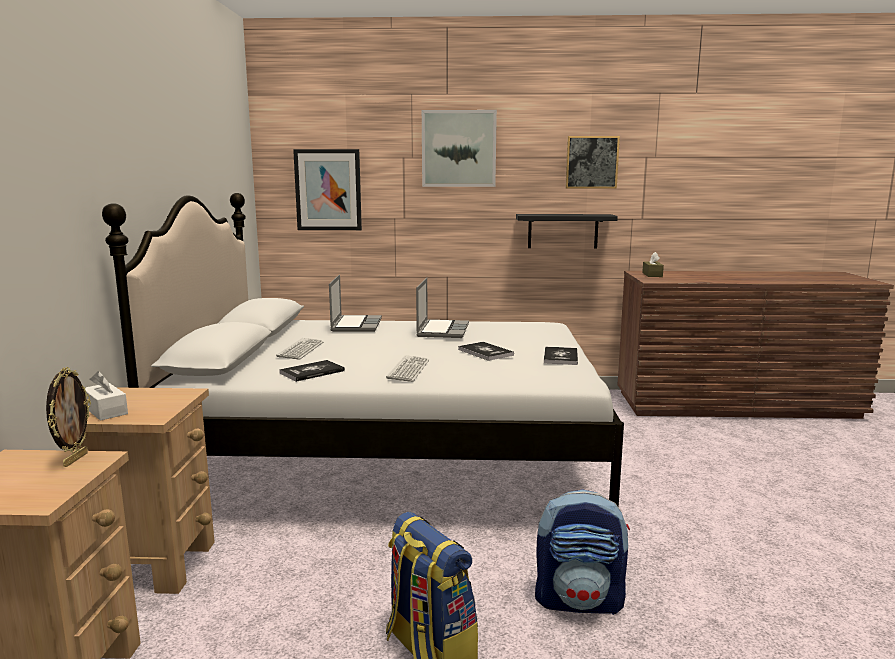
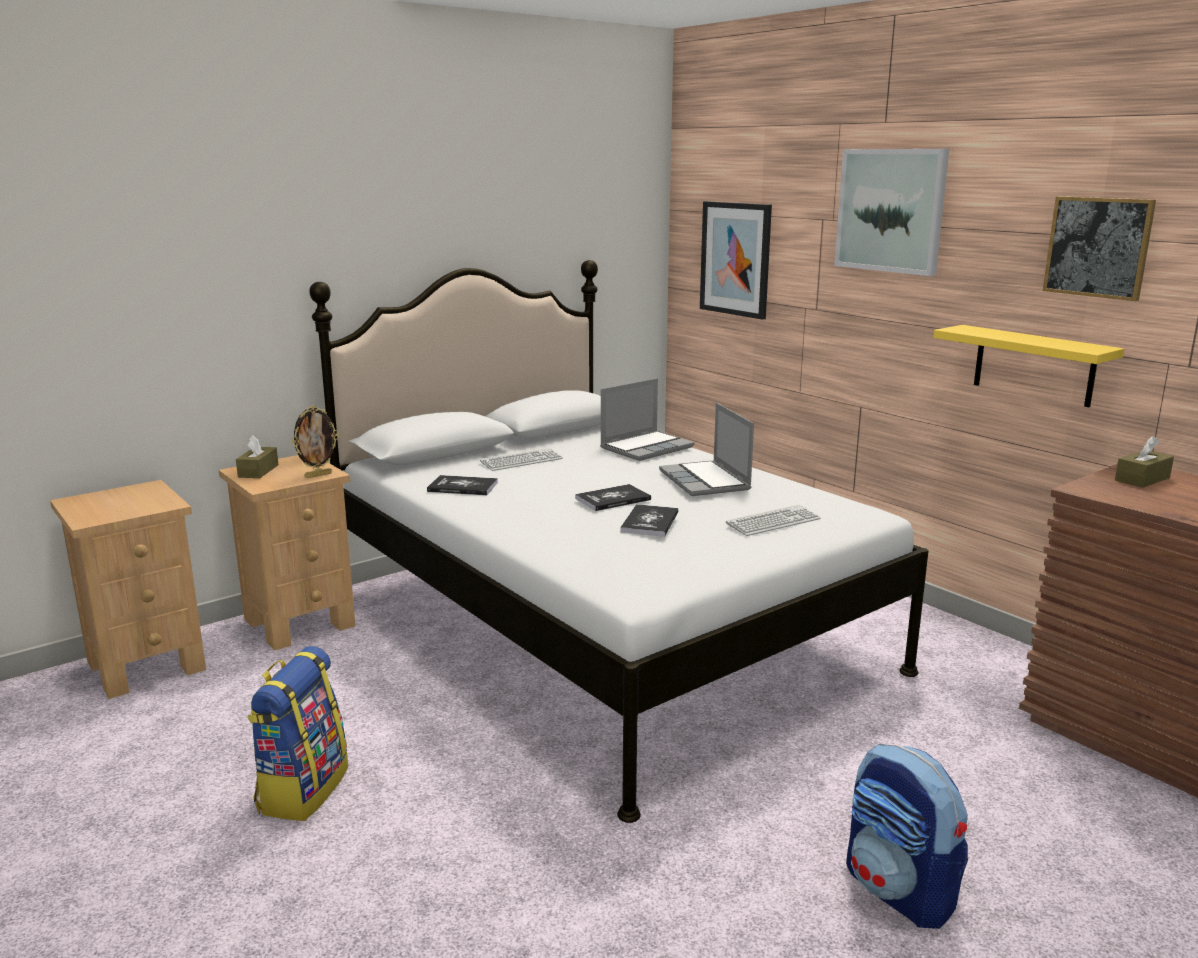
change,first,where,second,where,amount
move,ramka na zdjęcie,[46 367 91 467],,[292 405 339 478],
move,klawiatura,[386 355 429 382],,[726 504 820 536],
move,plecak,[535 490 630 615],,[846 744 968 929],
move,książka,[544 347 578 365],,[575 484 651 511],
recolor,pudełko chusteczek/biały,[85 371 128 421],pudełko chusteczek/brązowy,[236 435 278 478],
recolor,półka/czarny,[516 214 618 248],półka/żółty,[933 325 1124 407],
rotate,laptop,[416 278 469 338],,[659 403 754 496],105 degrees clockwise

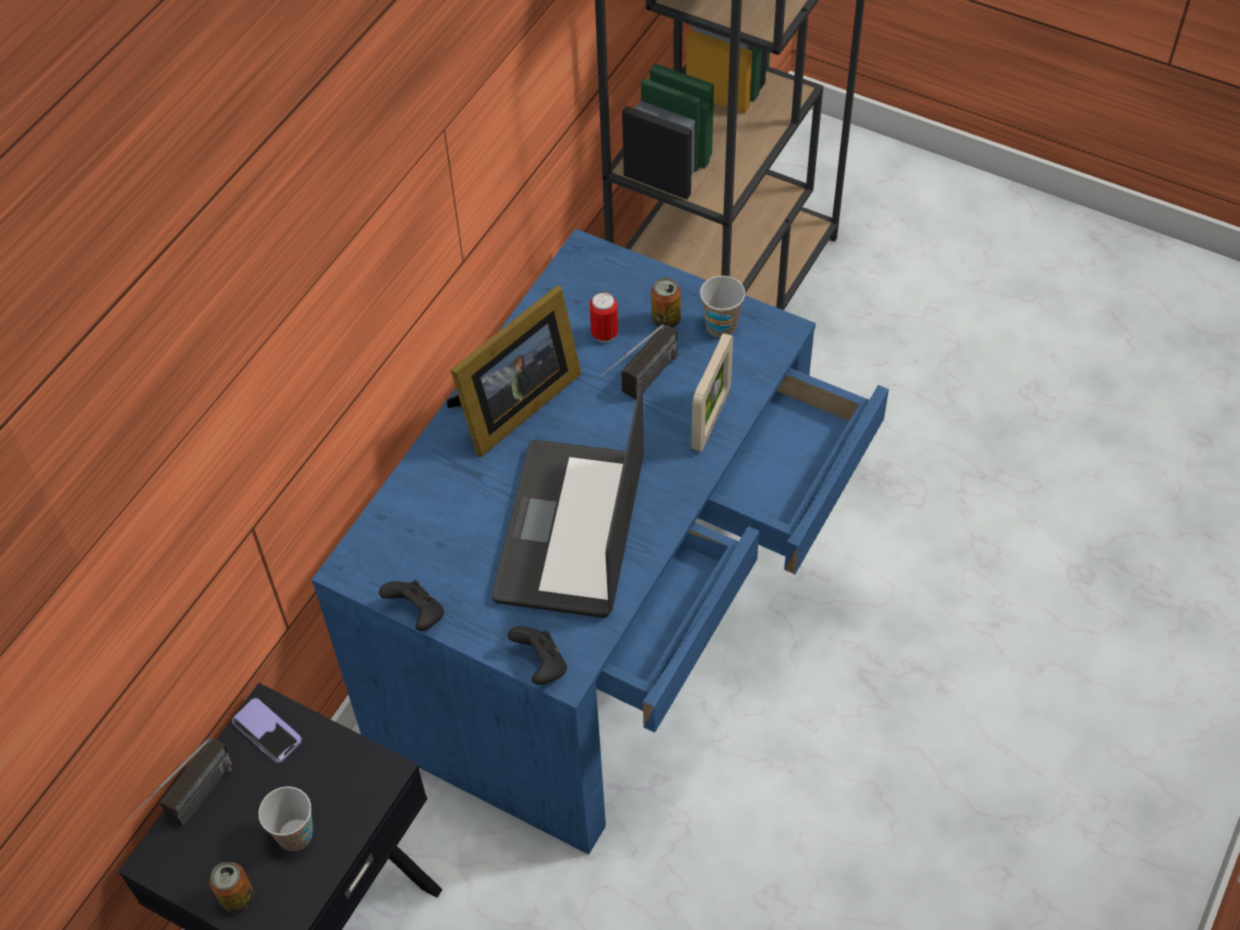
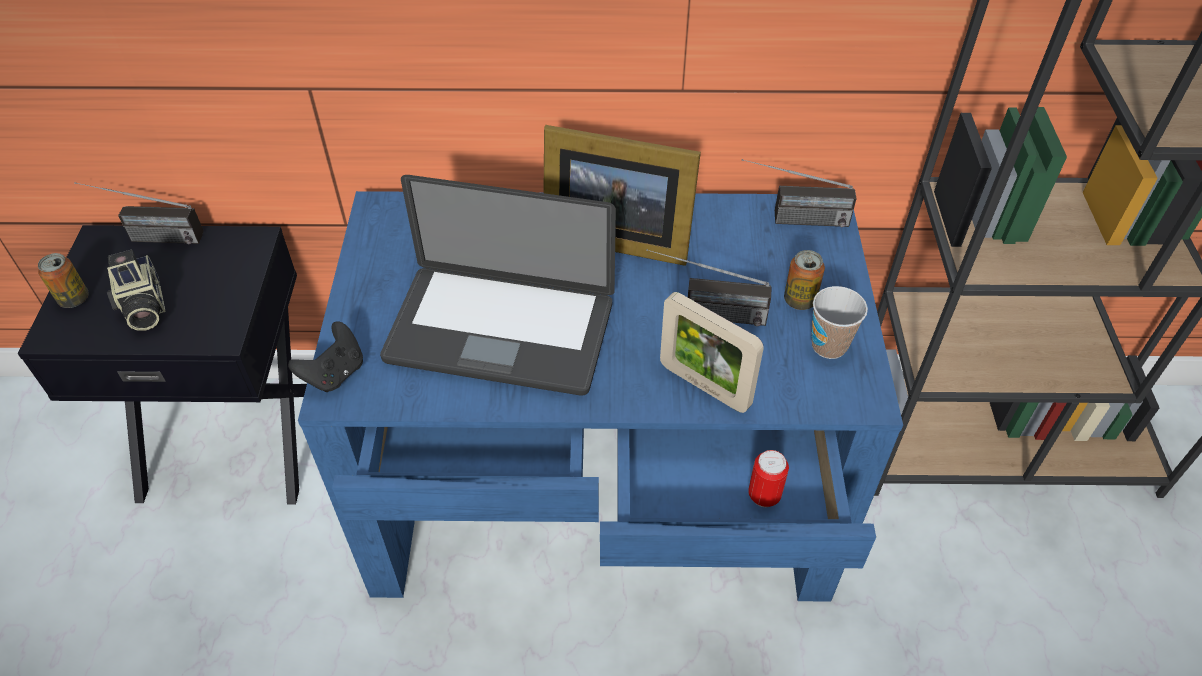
change,first,where,second,where,amount
delete,telefon,[232 698 302 763],,,
delete,pad do gier/czarny,[379 580 444 631],,,
insert,,,radio,[742 159 856 227],
move,puszka,[590 292 618 342],,[748 450 789 507],
replace,filiżanka,[258 786 313 851],aparat fotograficzny,[107 250 165 331],
rotate,laptop,[492 385 644 618],,[380 175 616 396],150 degrees counterclockwise
rotate,ramka na zdjęcie,[691 333 733 452],,[660 292 764 413],45 degrees clockwise

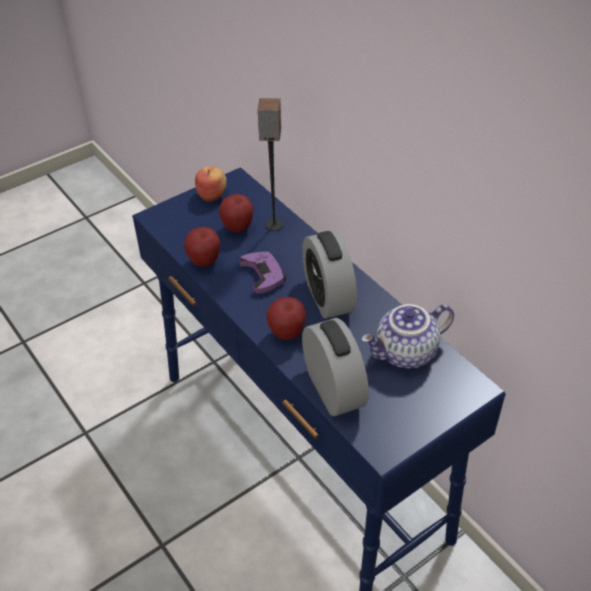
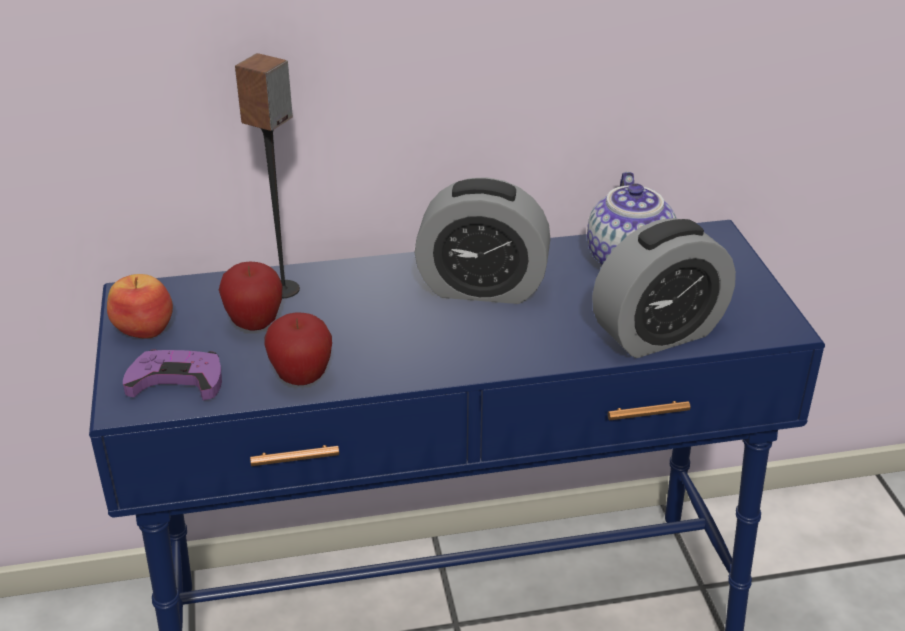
change,first,where,second,where,amount
delete,jabłko,[266 297 306 340],,,
move,pad do gier/fioletowy,[239 252 286 294],,[123 350 222 400],
rotate,budzik,[302 318 369 416],,[592 218 736 358],150 degrees clockwise

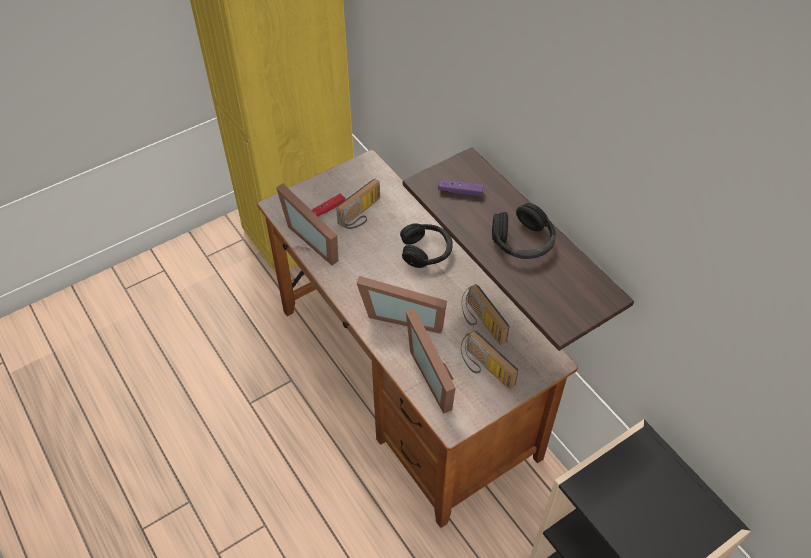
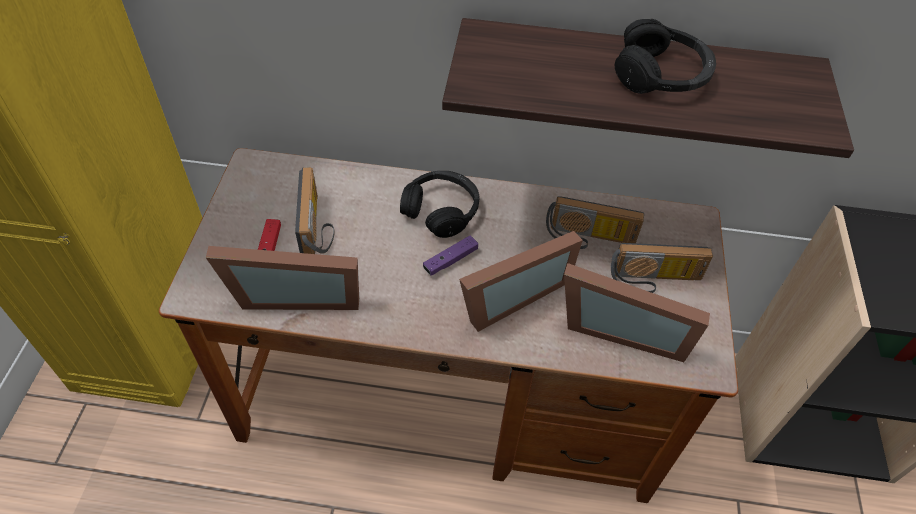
change,first,where,second,where,amount
move,pad do gier/fioletowy,[438 179 484 197],,[423 236 478 276],

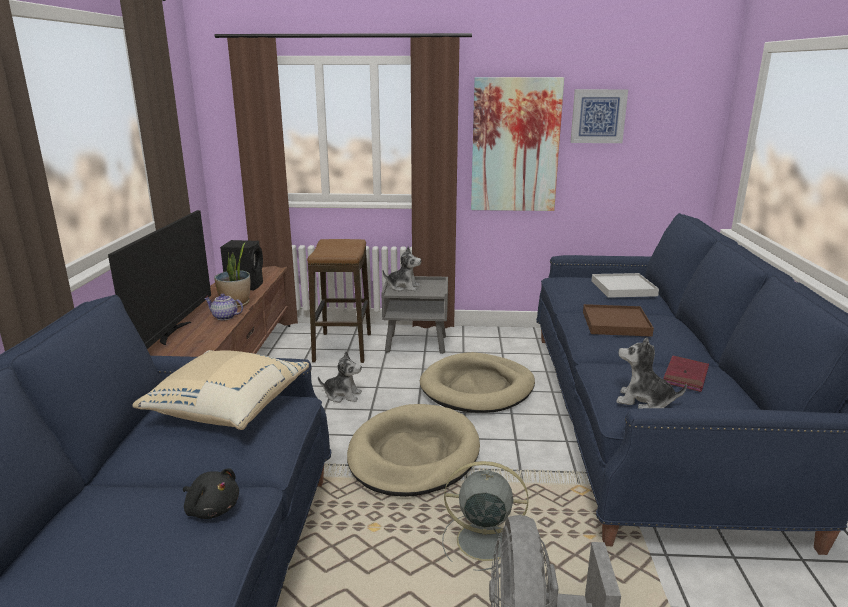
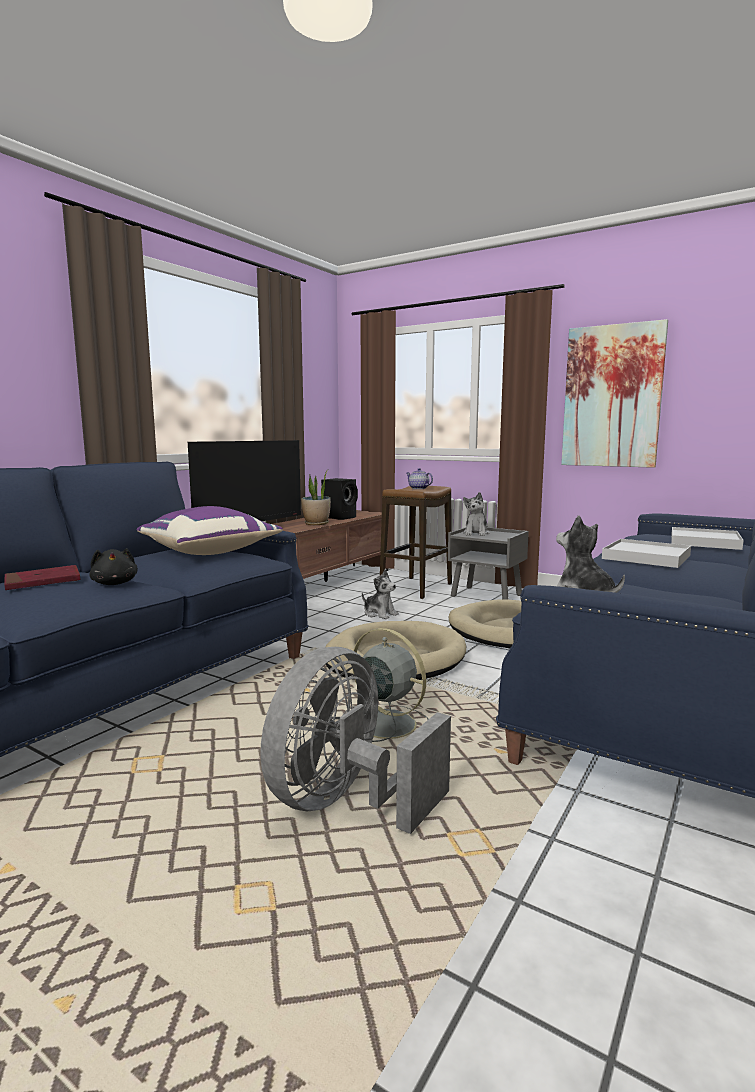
change,first,where,second,where,amount
delete,obraz,[570 89 628 143],,,
move,imbryk,[204 294 243 320],,[406 468 433 489],
move,książka/czerwony,[664 355 709 392],,[4 565 81 590],
recolor,poduszka/beżowy,[132 350 309 430],poduszka/fioletowy,[137 506 283 555],
recolor,taca/brązowy,[583 304 654 337],taca/biały,[602 539 691 568],
rotate,pluszak,[383 247 421 292],,[463 492 490 536],60 degrees clockwise

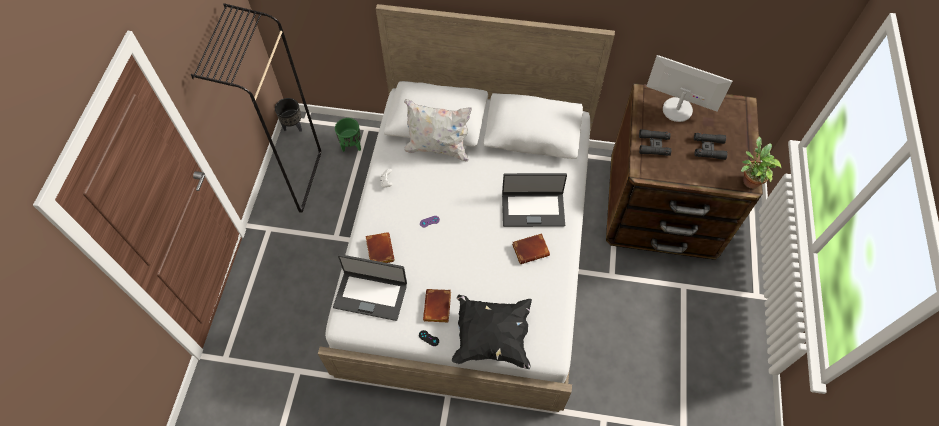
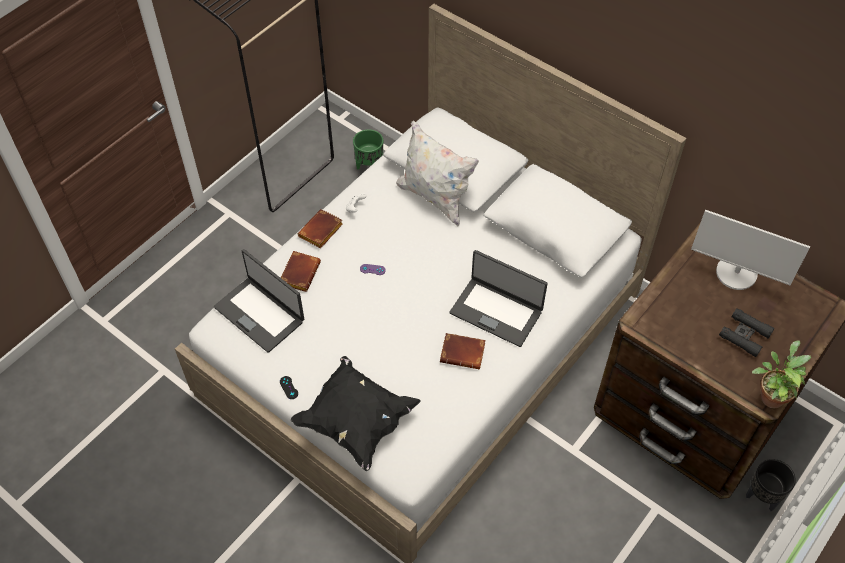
change,first,where,second,where,amount
delete,lornetka/czarny,[639 129 671 156],,,
move,donica/czarny,[275 98 302 132],,[746 459 796 511],
move,książka/brązowy,[423 289 451 323],,[298 209 343 248],
rotate,monitor,[646 55 732 122],,[691 210 810 290],150 degrees clockwise

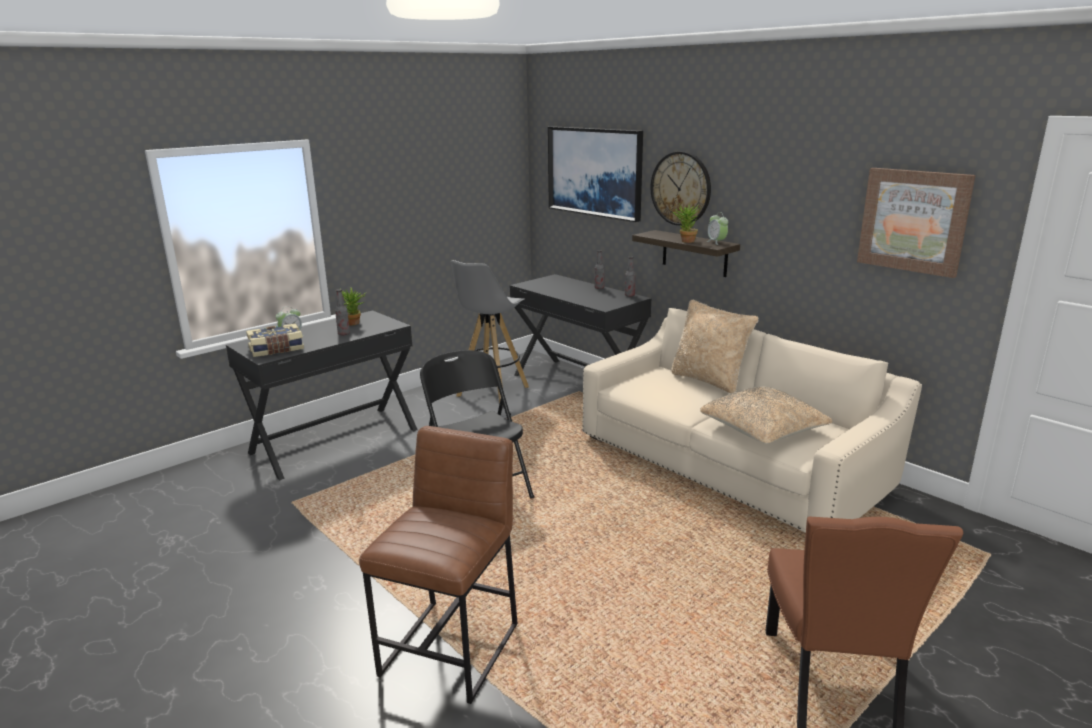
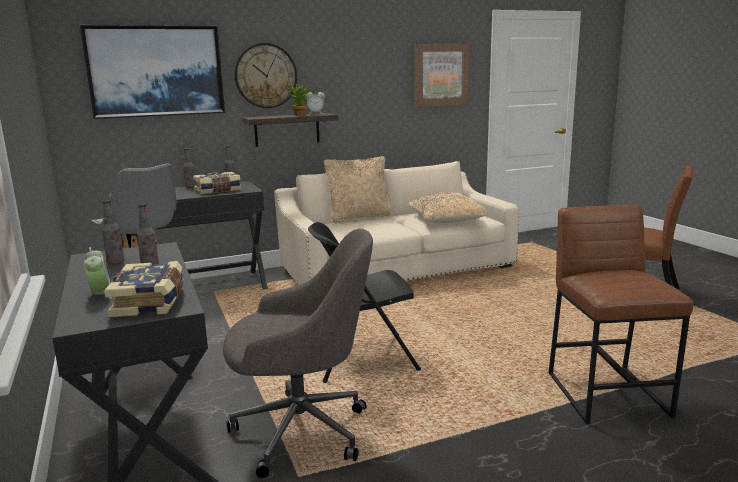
change,first,where,second,where,amount
insert,,,książka,[193 172 241 194],
insert,,,krzesło biurowe/szary,[223 229 373 478],
replace,roślina doniczkowa,[342 287 366 325],butelka,[102 200 124 265],
rotate,krzesło/brązowy,[359 426 518 704],,[549 205 693 424],45 degrees clockwise

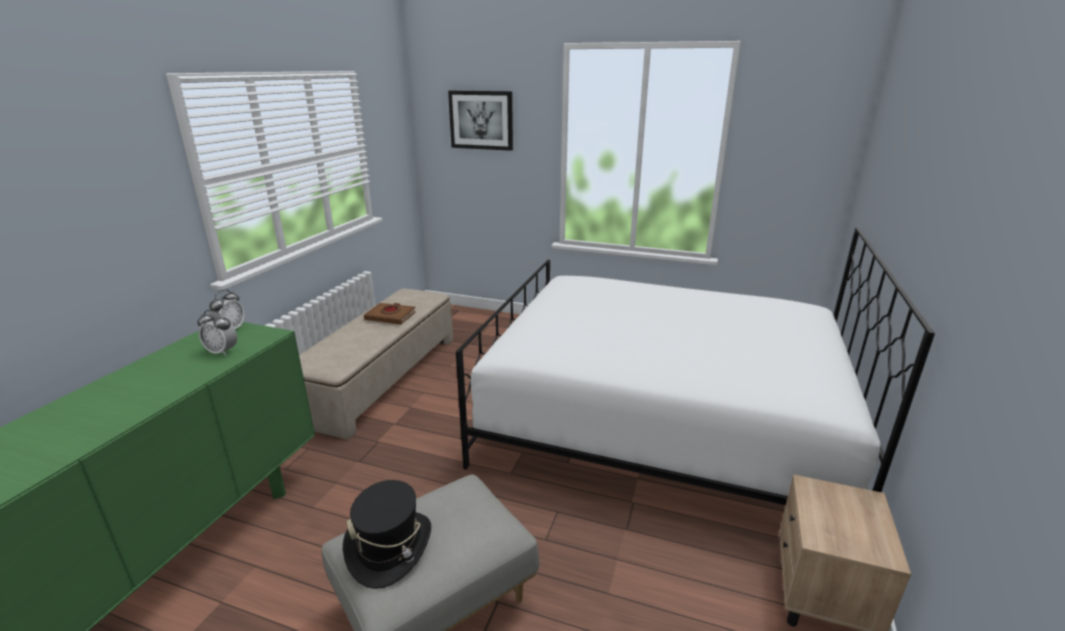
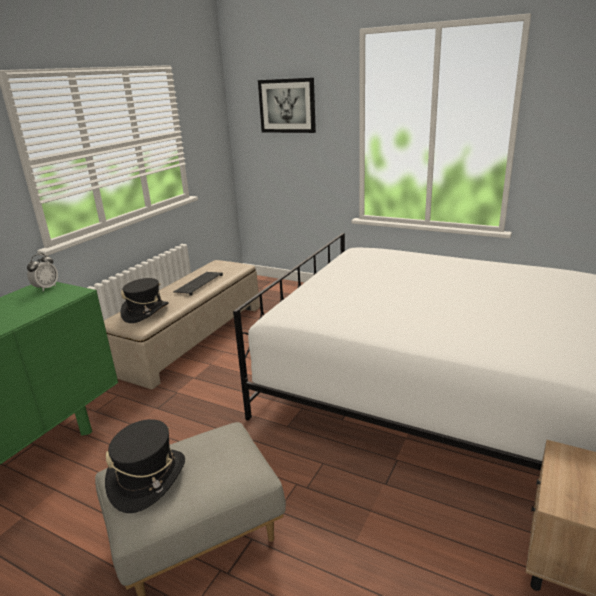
change,first,where,second,where,amount
delete,budzik,[197 310 237 356],,,
insert,,,kapelusz/czarny,[120 278 169 323],
replace,książka/brązowy,[364 303 416 324],klawiatura,[174 272 223 296],

